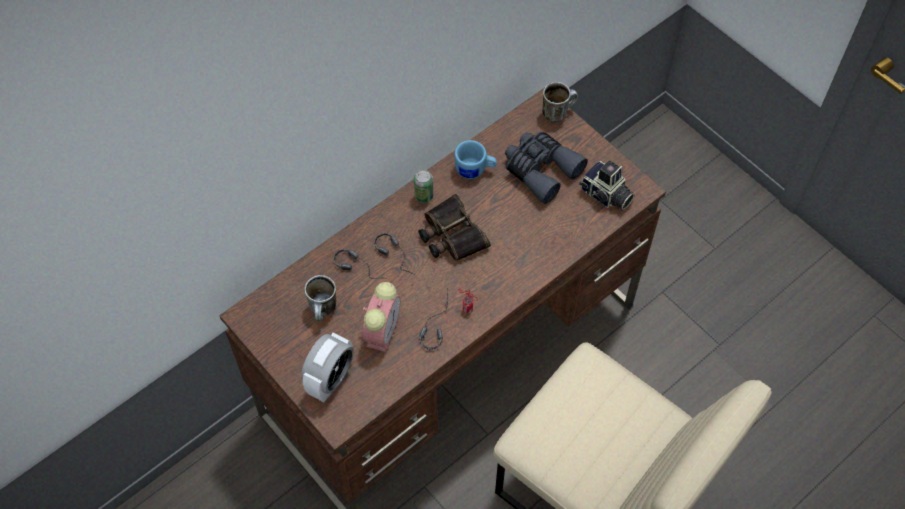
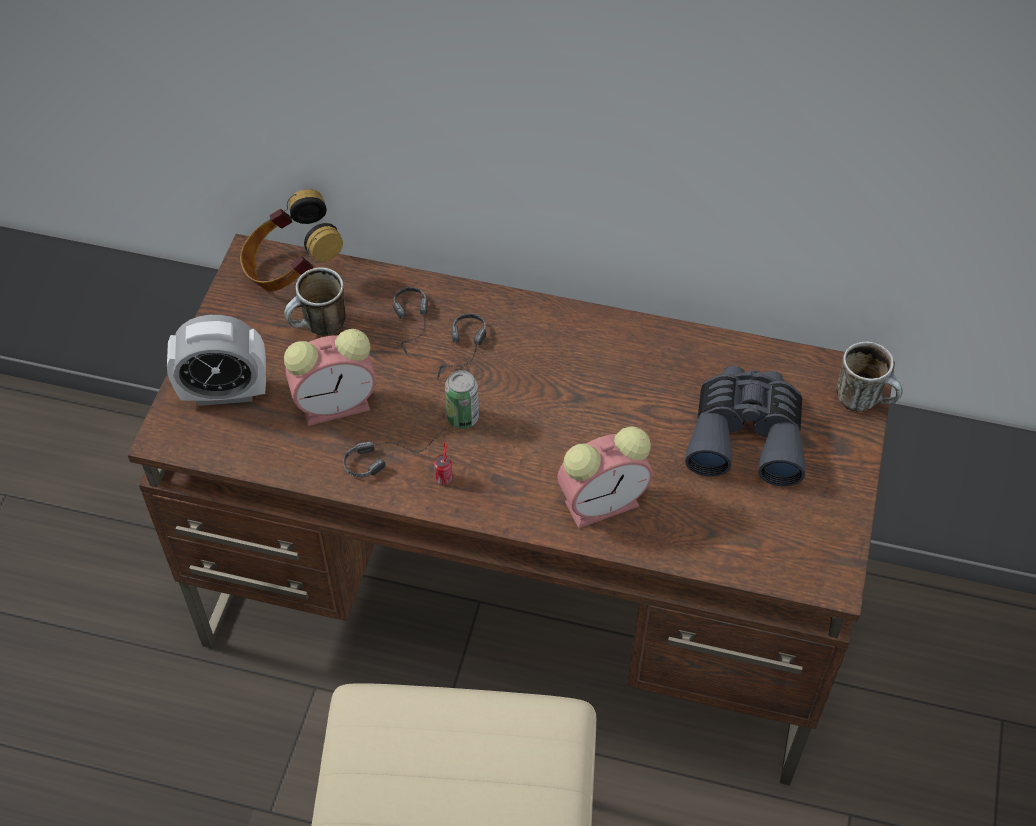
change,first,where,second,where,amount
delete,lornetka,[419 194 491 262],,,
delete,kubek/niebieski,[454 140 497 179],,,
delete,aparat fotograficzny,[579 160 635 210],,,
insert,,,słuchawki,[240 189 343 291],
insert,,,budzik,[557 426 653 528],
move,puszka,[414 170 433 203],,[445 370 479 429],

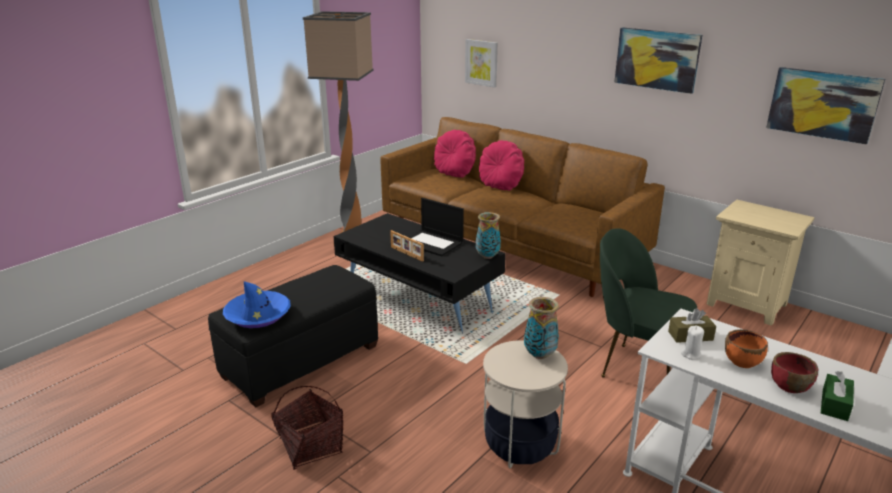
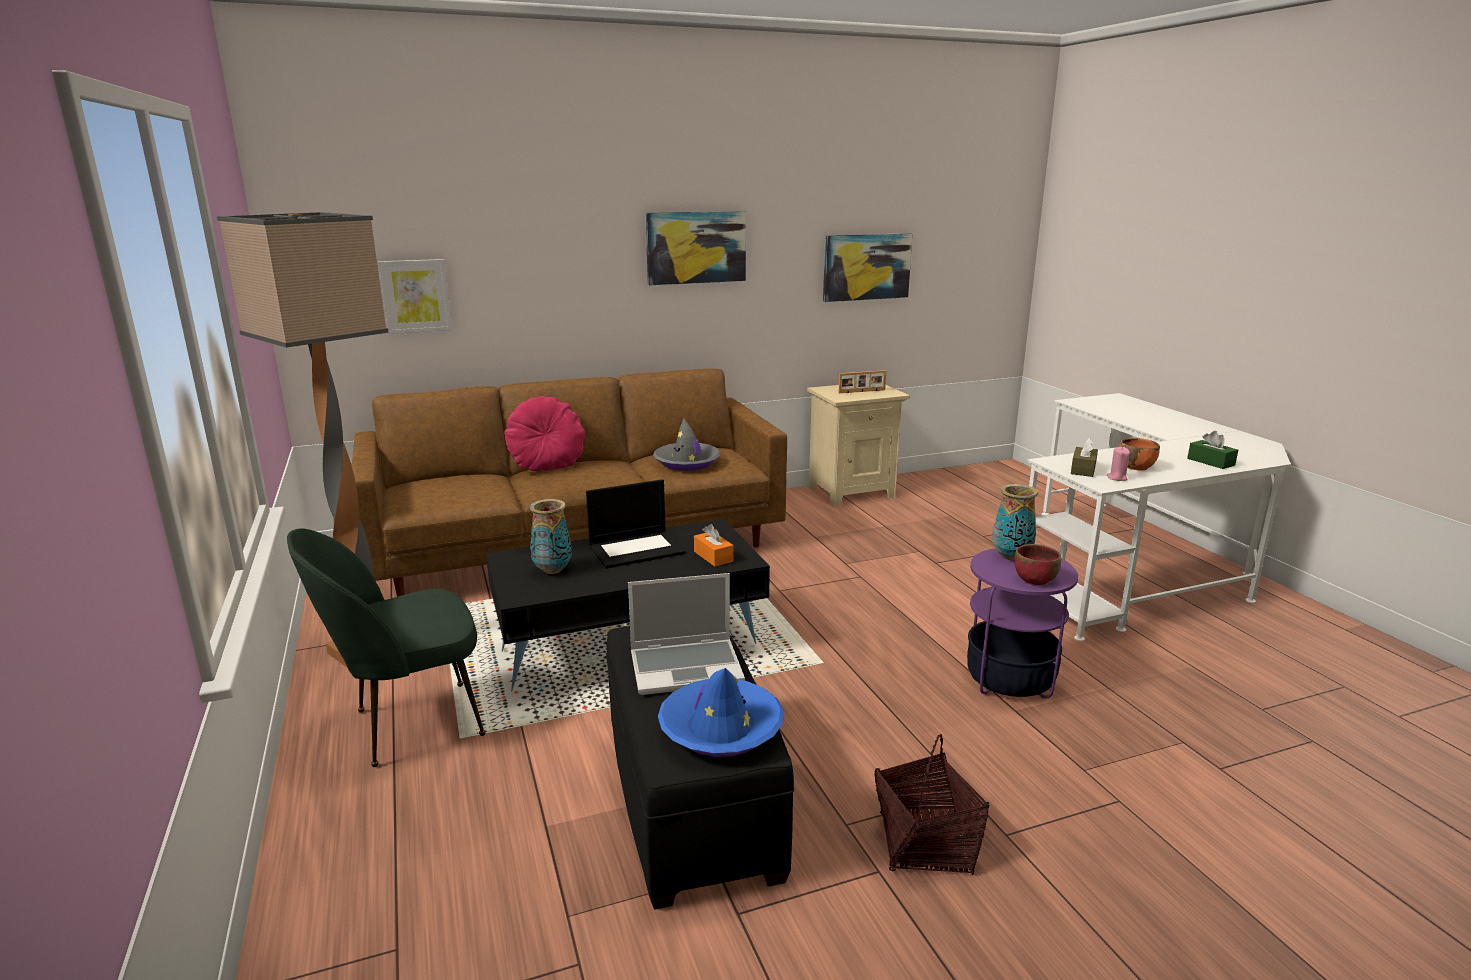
change,first,where,second,where,amount
delete,poduszka/różowy,[434 130 476 178],,,
insert,,,laptop,[628 573 745 695],
insert,,,kapelusz/szary,[653 418 721 471],
insert,,,pudełko chusteczek/pomarańczowy,[694 524 734 567],
move,ramka na zdjęcie,[390 230 424 262],,[838 370 886 393],
move,wazon,[476 212 501 259],,[530 499 572 574],
move,krzesło/zielony,[600 228 697 378],,[287 528 486 767],
move,miska/czerwony,[771 352 818 393],,[1014 544 1061 585],
recolor,stolik/beżowy,[483 340 568 469],stolik/fioletowy,[967 549 1078 699],
recolor,świeca/biały,[681 326 704 360],świeca/różowy,[1107 447 1130 481],

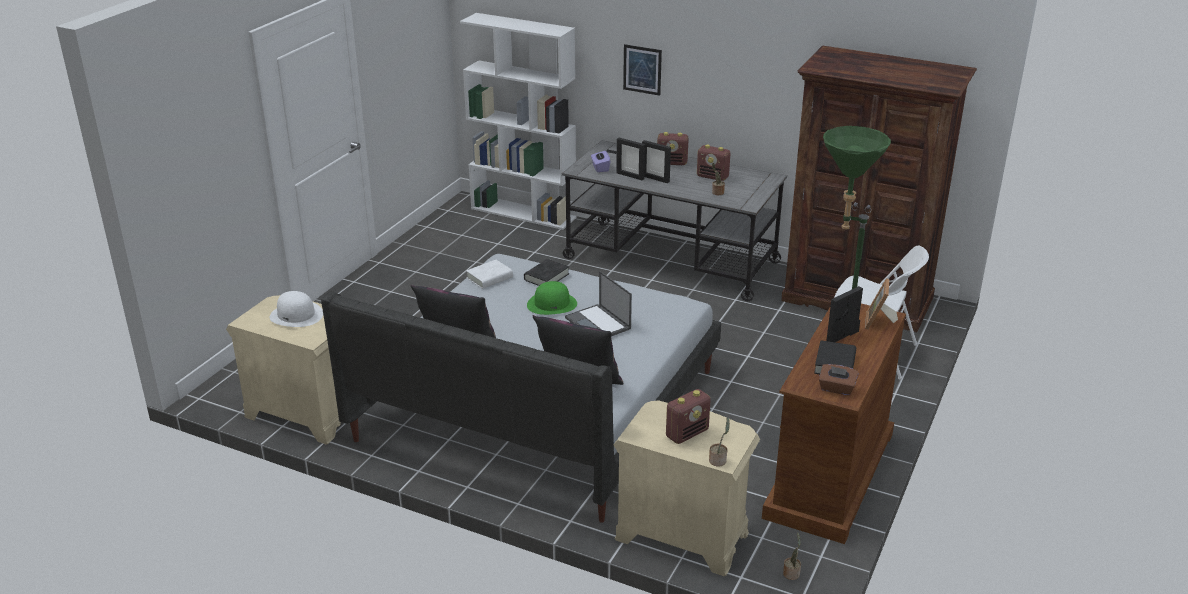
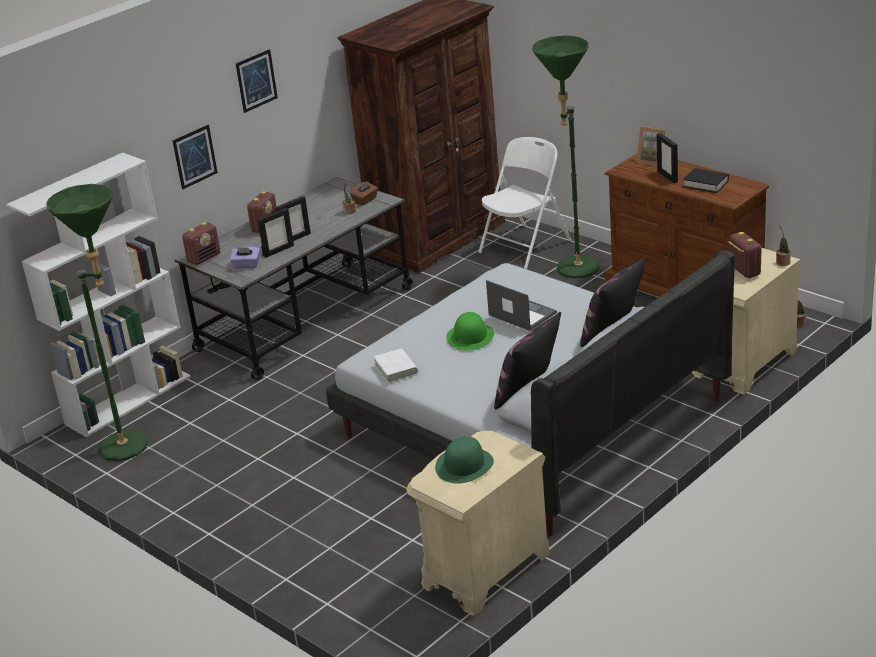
change,first,where,second,where,amount
delete,książka/czarny,[524 259 569 286],,,
insert,,,lampa stojąca/zielony,[46 184 148 461],
insert,,,obraz,[236 49 278 113],
move,radio,[697 145 730 181],,[182 222 220 265],
move,pudełko chusteczek/brązowy,[819 364 859 396],,[350 181 378 205],
recolor,kapelusz/biały,[270 291 323 327],kapelusz/zielony,[435 436 494 484],
rotate,laptop,[565 271 632 336],,[486 280 557 331],120 degrees counterclockwise

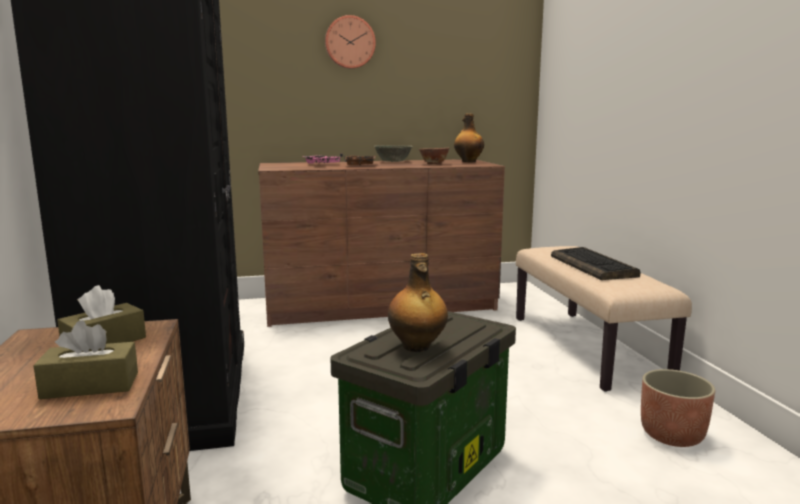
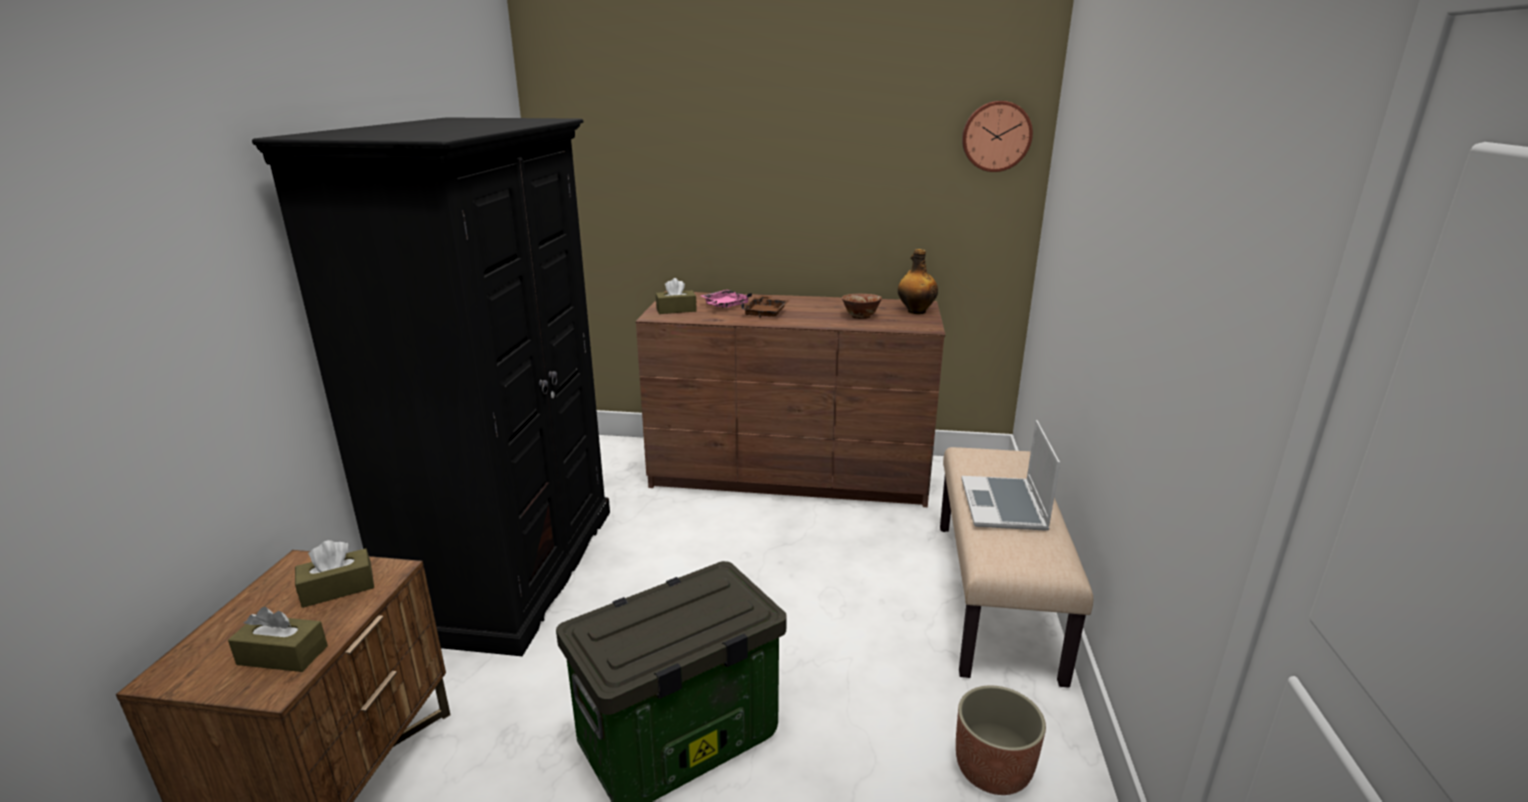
change,first,where,second,where,amount
delete,miska/szary,[374 145 413 162],,,
delete,butelka,[388 253 448 352],,,
insert,,,pudełko chusteczek/brązowy,[656 278 697 314],
move,zegar ścienny,[325 15 376 69],,[962 101 1033 172],
replace,klawiatura,[551 247 640 280],laptop,[961 420 1060 531],

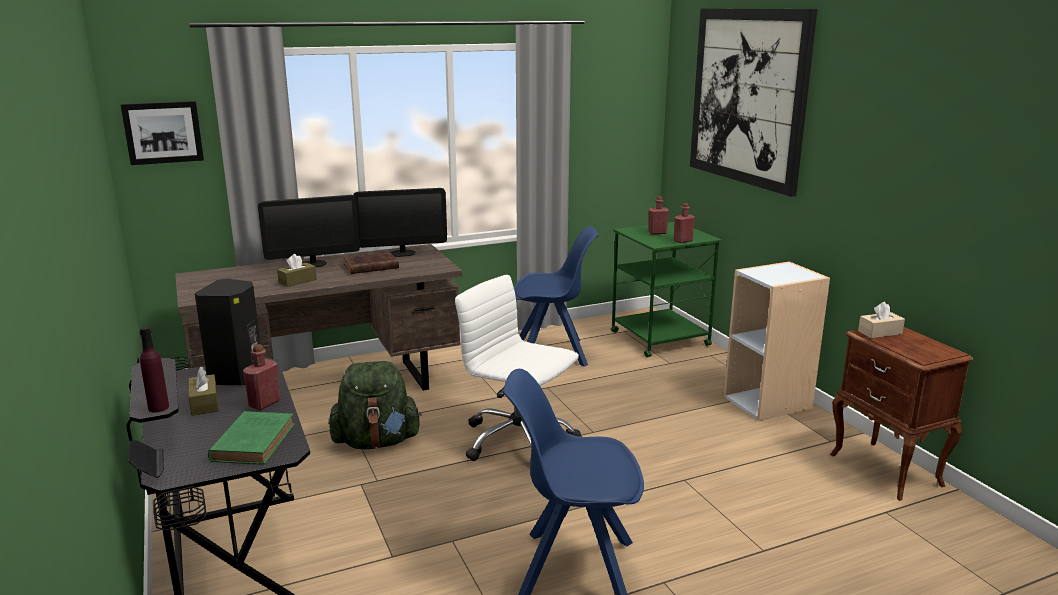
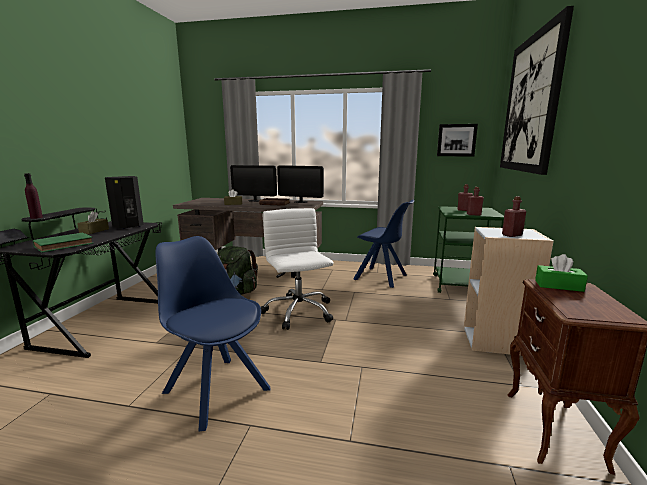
change,first,where,second,where,amount
move,obraz,[121 101 204 165],,[437 124 478 156],
move,butelka/czerwony,[243 344 281 410],,[502 196 526 237],
recolor,pudełko chusteczek/beżowy,[858 302 905 338],pudełko chusteczek/zielony,[535 254 588 292],

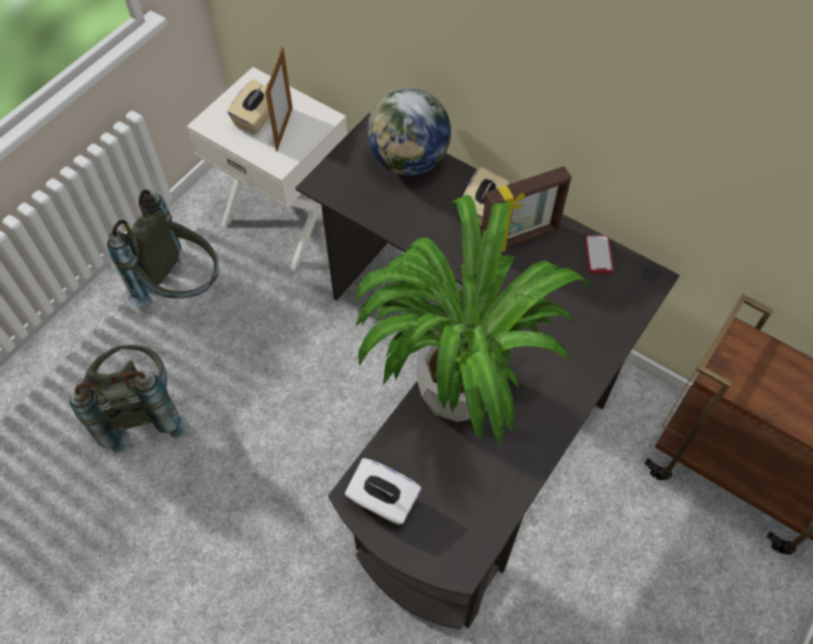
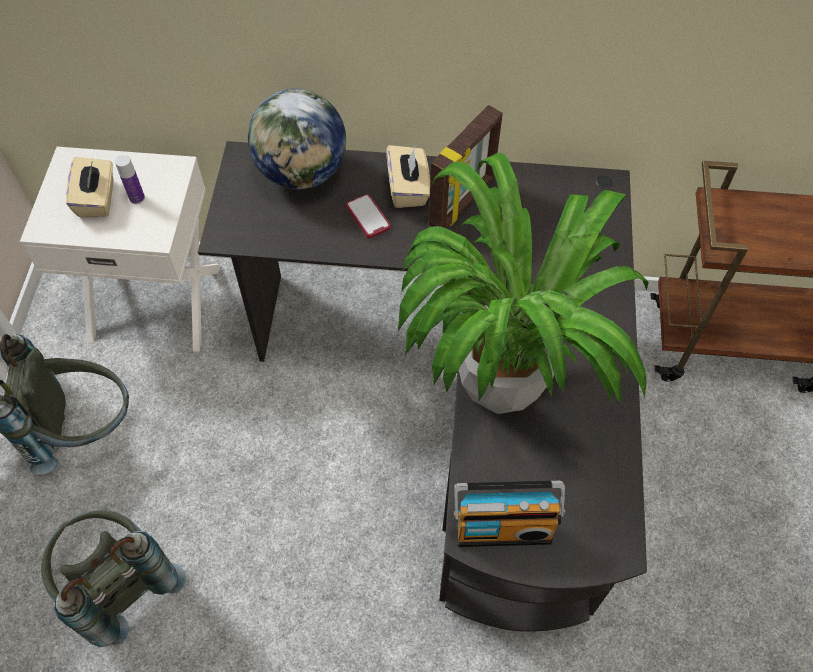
change,first,where,second,where,amount
move,telefon,[585 236 613 273],,[346 194 390 238],
replace,ramka na zdjęcie,[265 47 293 151],butelka,[115 155 145 204],
replace,pudełko chusteczek/biały,[345 458 421 525],radio,[454 481 565 547],

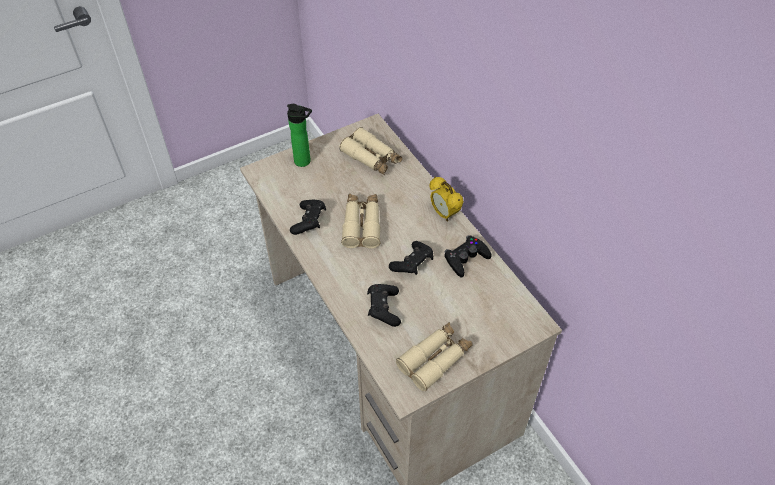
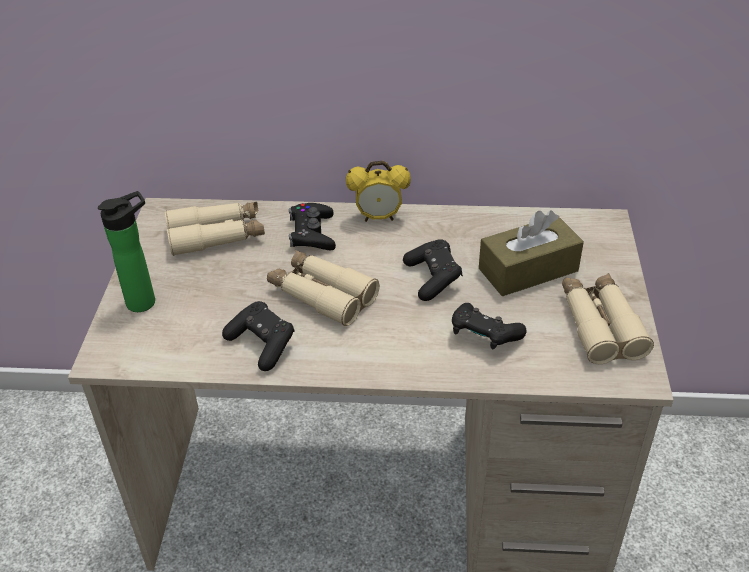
change,first,where,second,where,amount
insert,,,pudełko chusteczek/brązowy,[479 210 584 296],
move,pad do gier/czarny,[444 235 492 277],,[289 203 336 250],

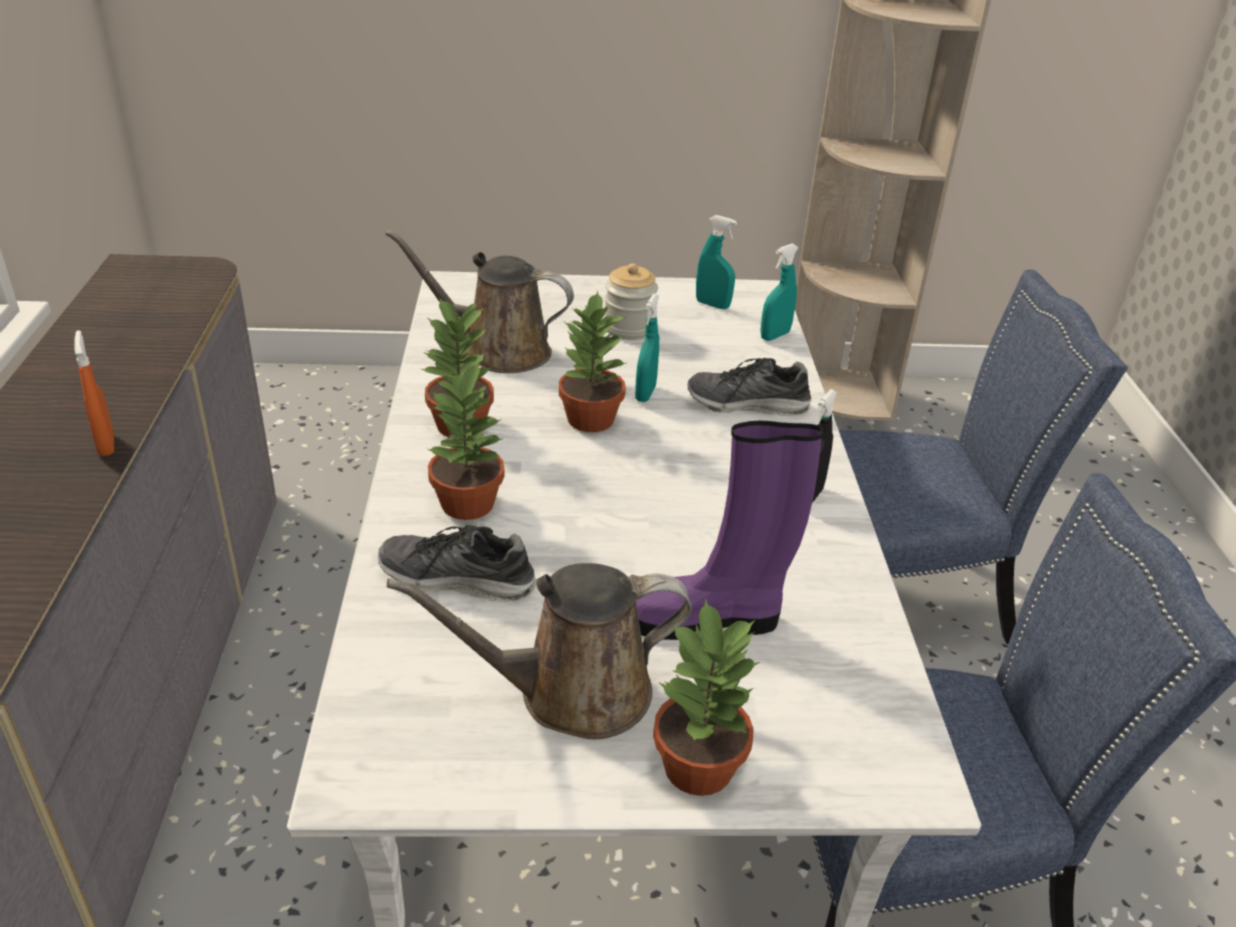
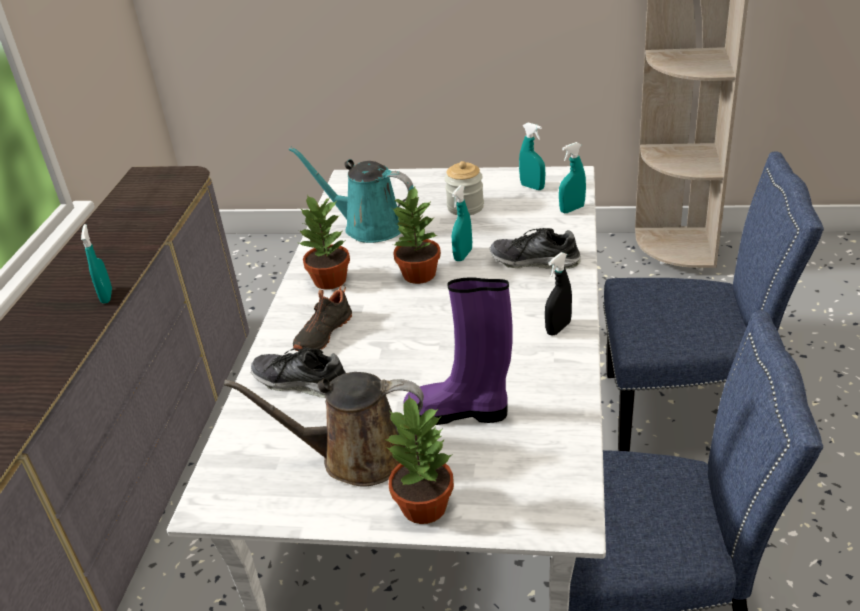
change,first,where,second,where,amount
replace,roślina doniczkowa,[427 361 504 520],but/czarny,[293 285 352 351],
recolor,spryskiwacz/pomarańczowy,[75 330 114 456],spryskiwacz/turkusowy,[81 224 112 304],
recolor,konewka/brązowy,[386 230 574 373],konewka/turkusowy,[289 147 414 243],

